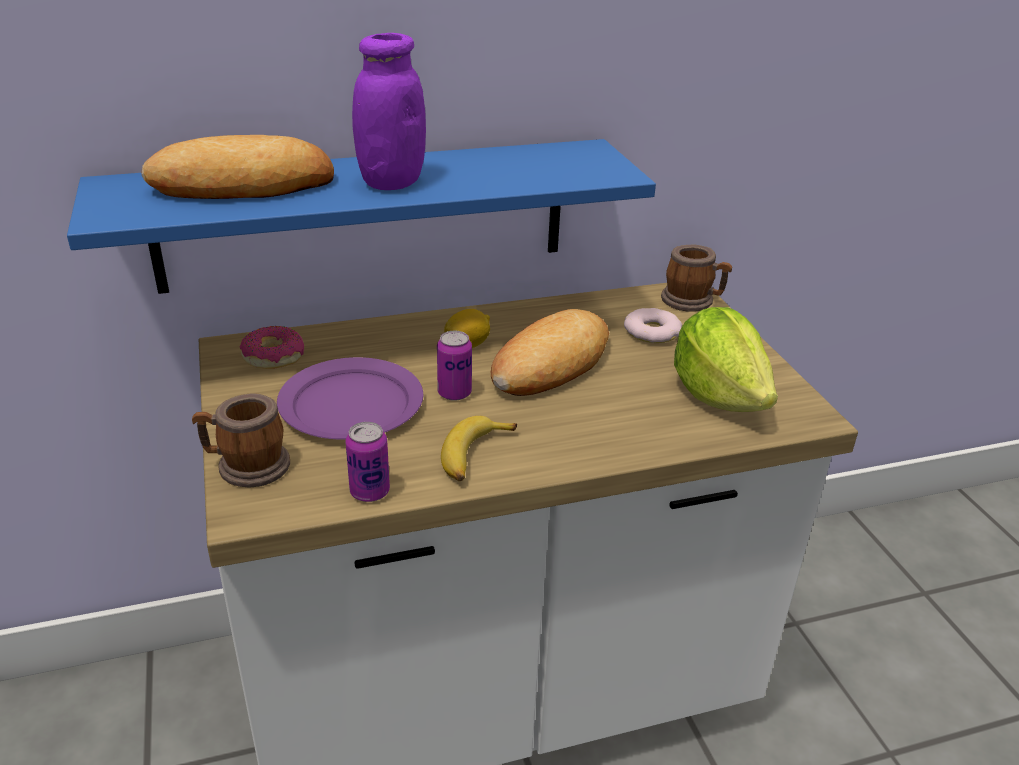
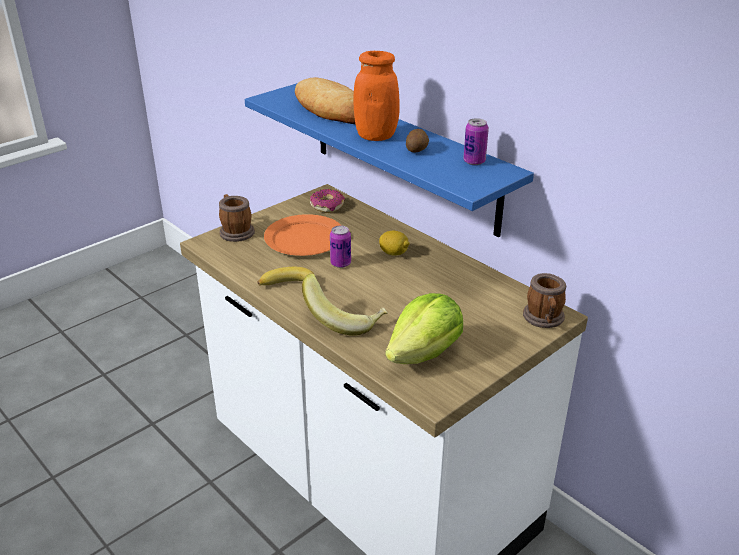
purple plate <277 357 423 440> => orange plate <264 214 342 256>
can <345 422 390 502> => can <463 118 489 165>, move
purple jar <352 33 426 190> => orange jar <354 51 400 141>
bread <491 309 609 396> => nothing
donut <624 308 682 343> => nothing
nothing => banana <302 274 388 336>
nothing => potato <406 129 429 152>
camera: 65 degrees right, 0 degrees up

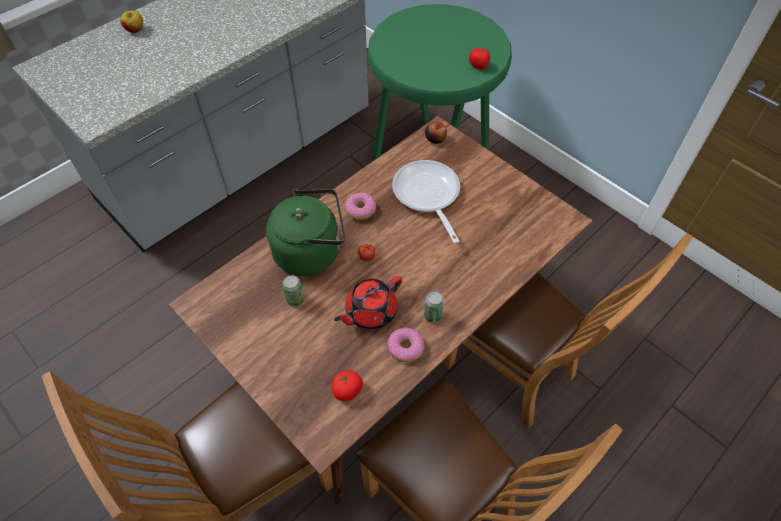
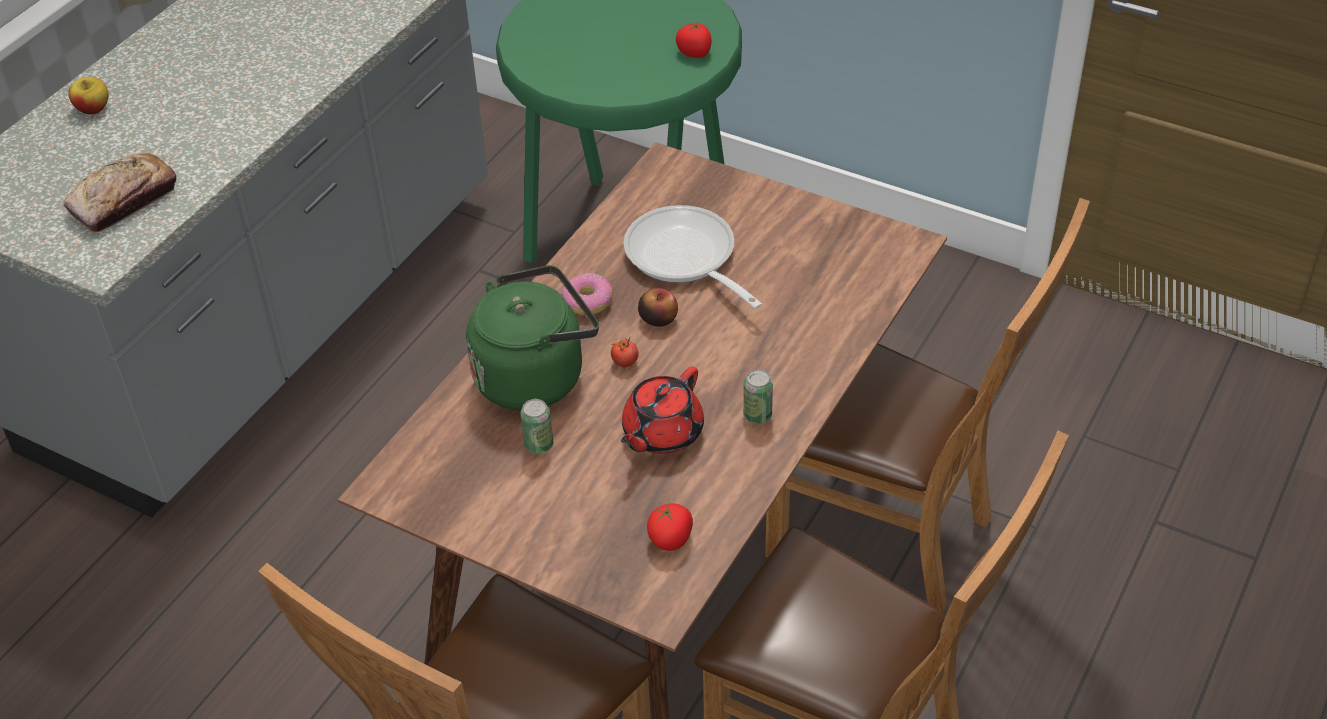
donut <387 327 424 362> => nothing
apple <425 122 447 144> => apple <638 288 678 327>, move
nothing => bread <64 153 176 232>
camera: 15 degrees left, 10 degrees down

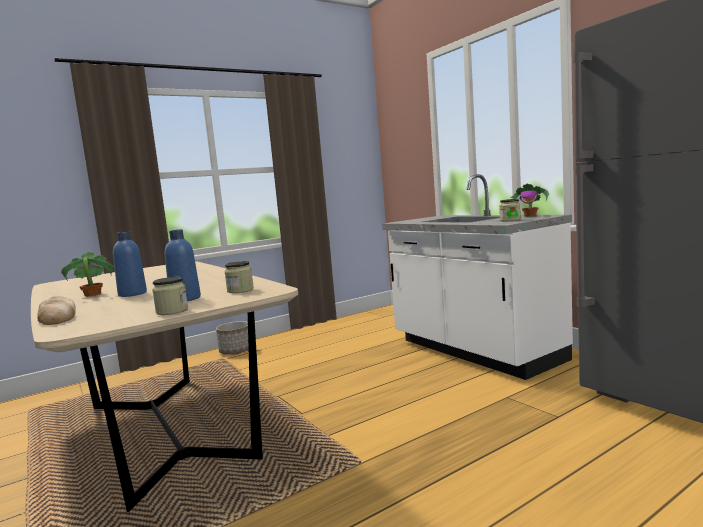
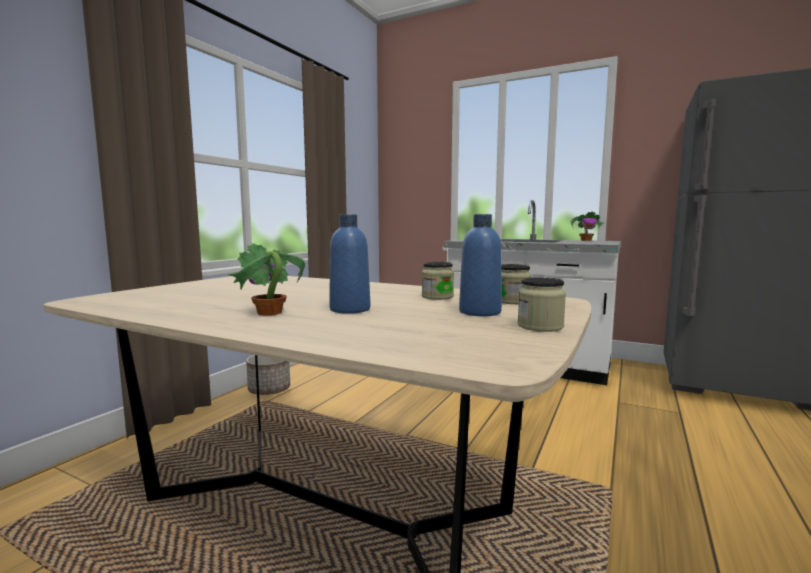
bread <37 296 76 325> => nothing
jar <499 199 521 221> => jar <422 262 454 300>, move
camera: 30 degrees left, 0 degrees up

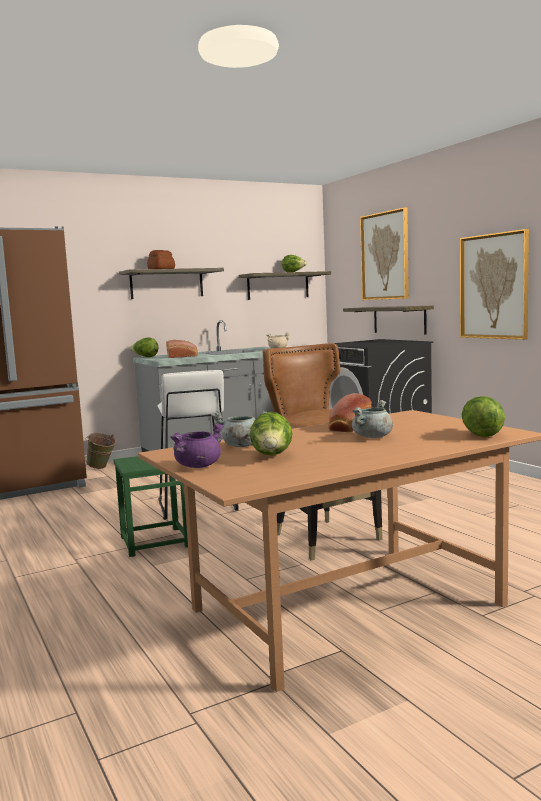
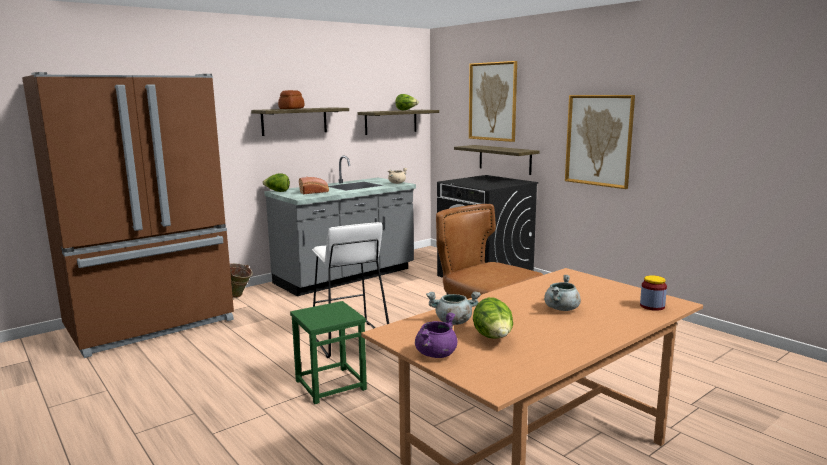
bread <328 393 372 432> => nothing
lettuce <462 396 505 437> => jar <640 275 667 311>
camera: 10 degrees left, 5 degrees up

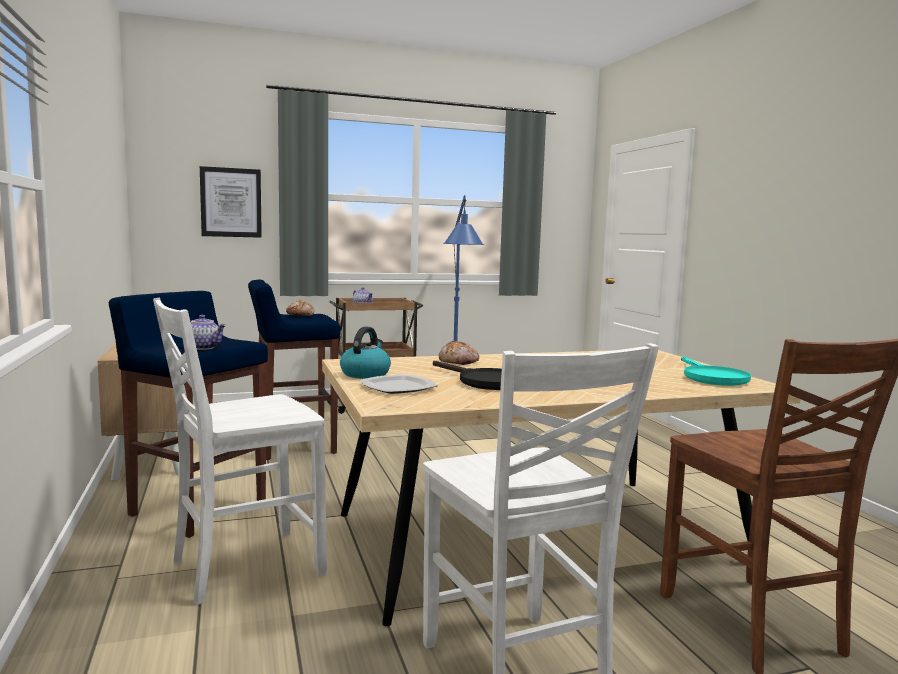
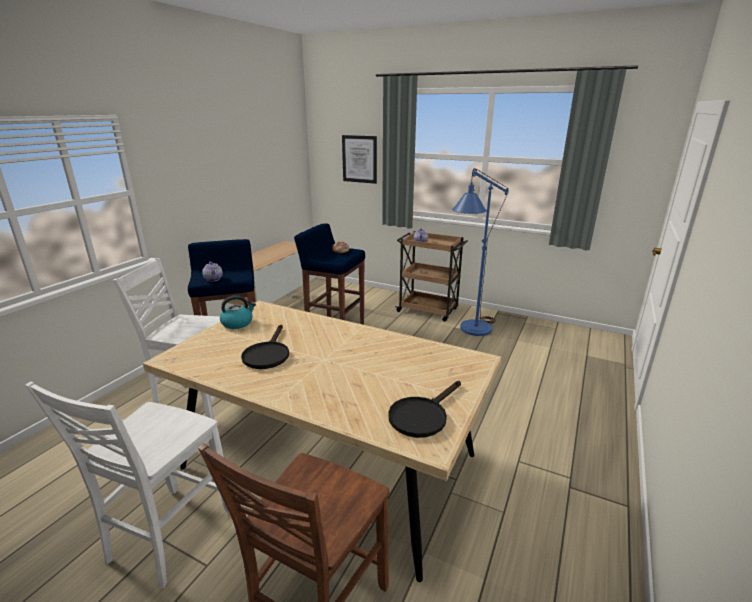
plate <360 374 438 394> => nothing
bread <439 340 479 365> => nothing
turquoise frying pan <681 356 751 386> => black frying pan <388 381 461 438>
camera: 45 degrees right, 15 degrees up

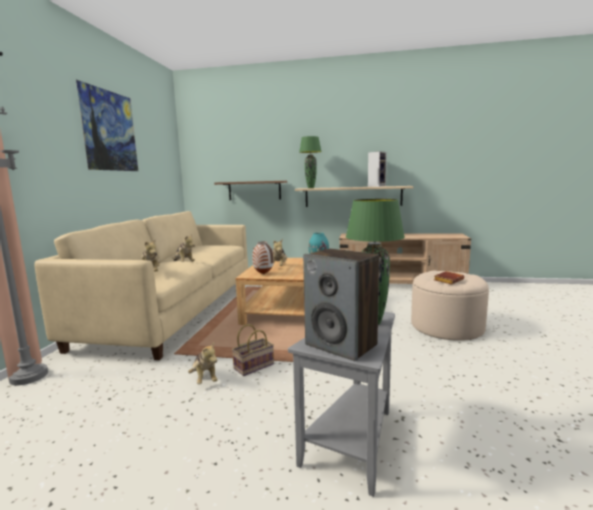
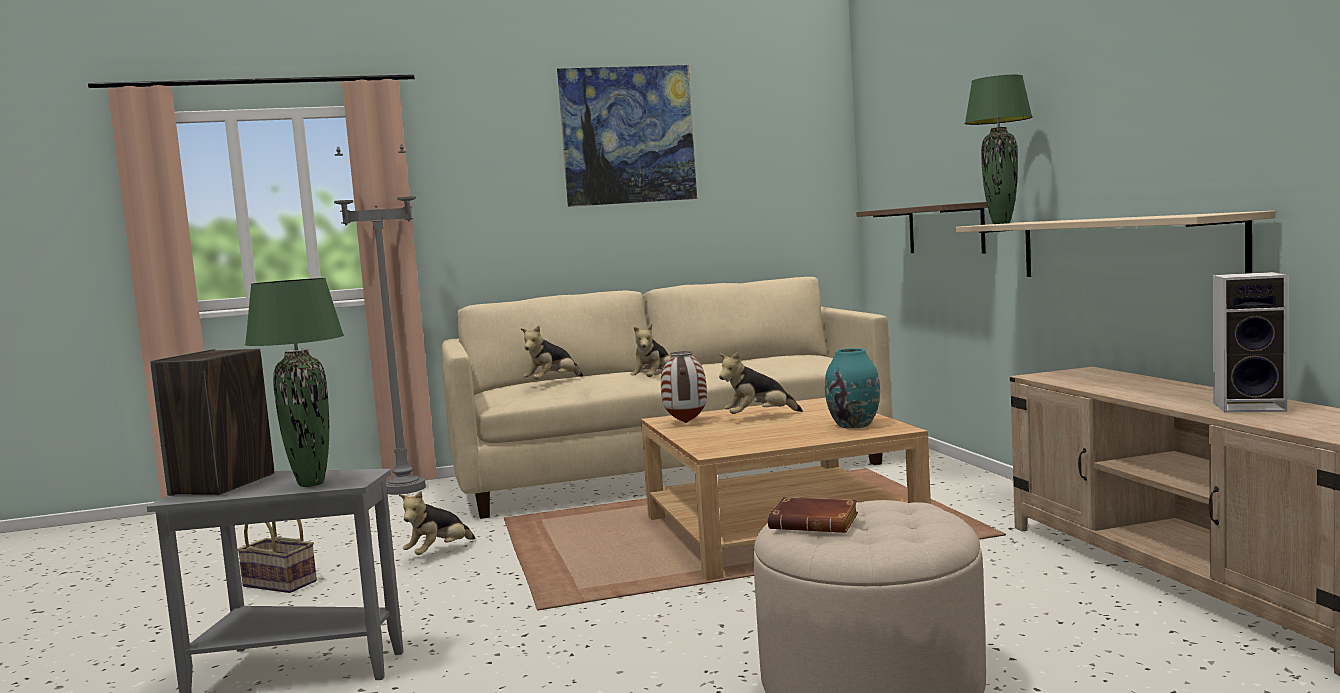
basket <232 324 274 376> => basket <238 519 317 593>, move
speaker <368 151 387 187> => speaker <1212 272 1287 412>, move
camera: 65 degrees right, 5 degrees down

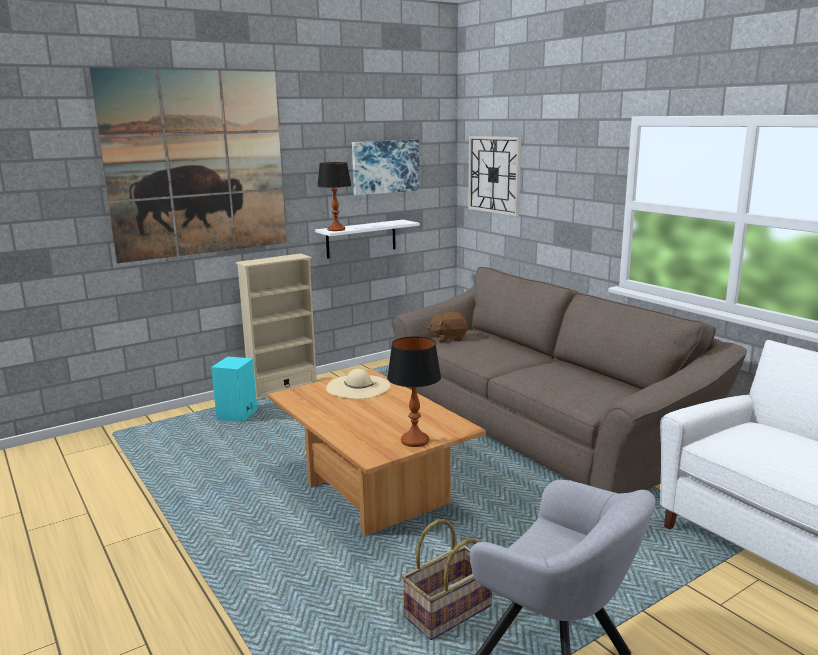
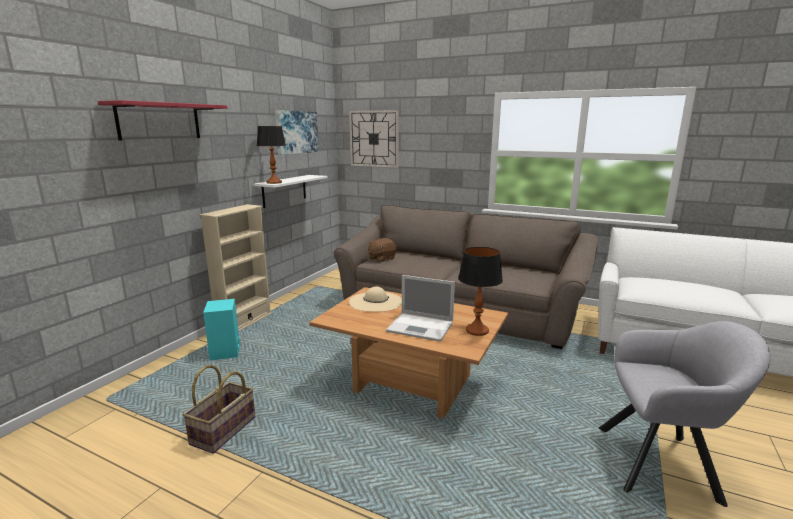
picture <89 67 287 263> => red shelf <98 100 227 141>
basket <402 519 492 640> => basket <183 365 255 454>, move
nothing => laptop <386 275 455 342>
camera: 30 degrees left, 0 degrees up

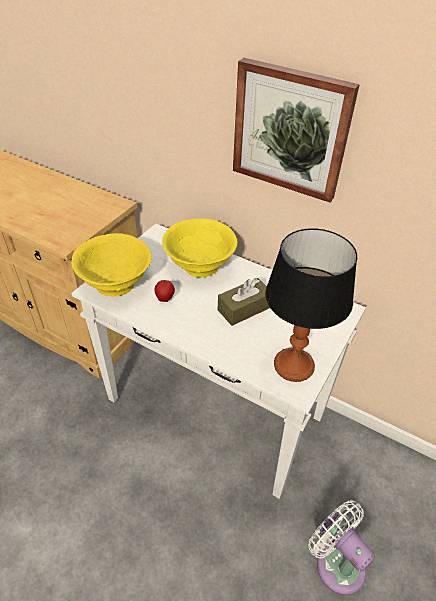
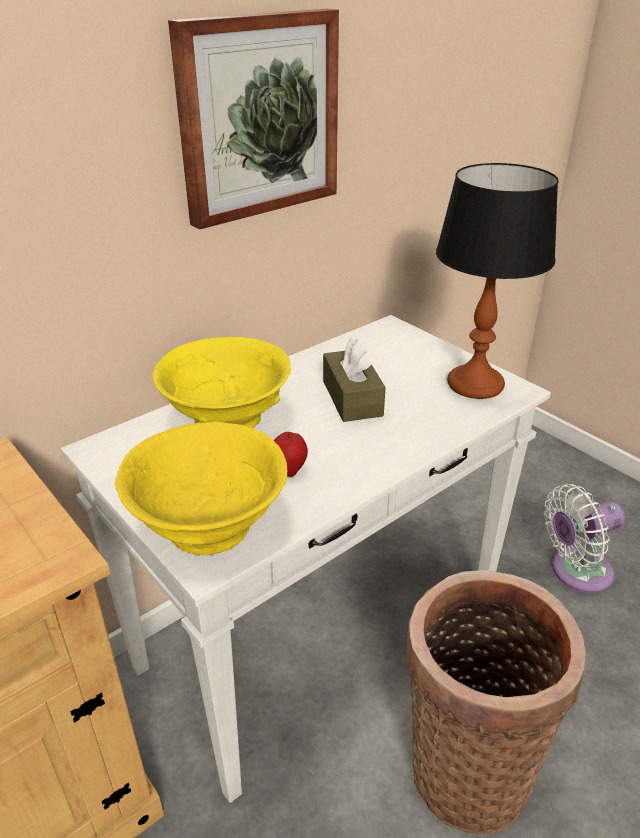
nothing => basket <406 570 586 834>
camera: 70 degrees left, 10 degrees down

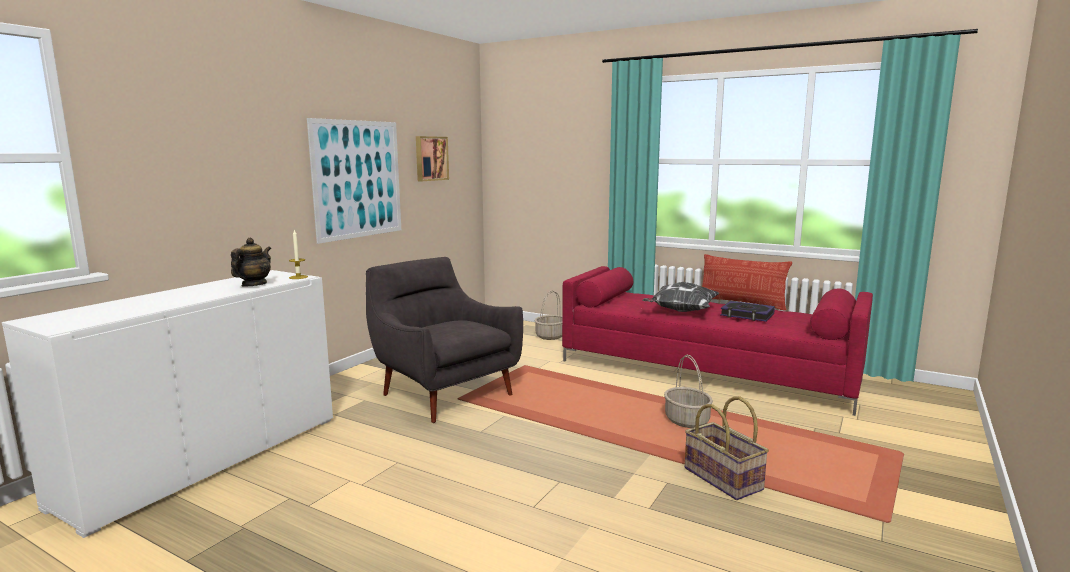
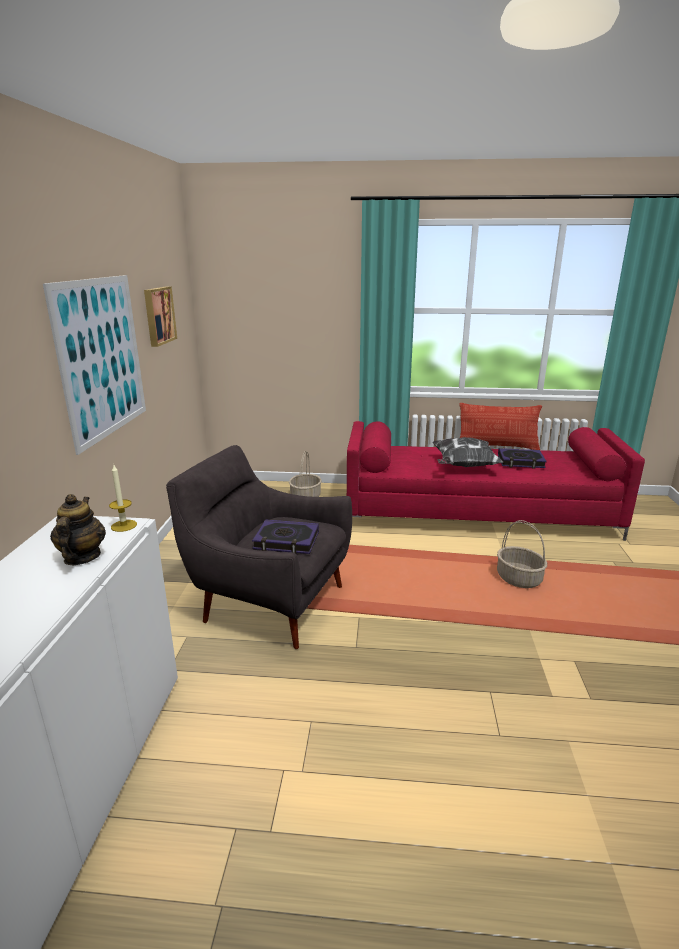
basket <685 396 769 500> => nothing
nothing => book <252 519 319 554>
camera: 25 degrees left, 10 degrees up

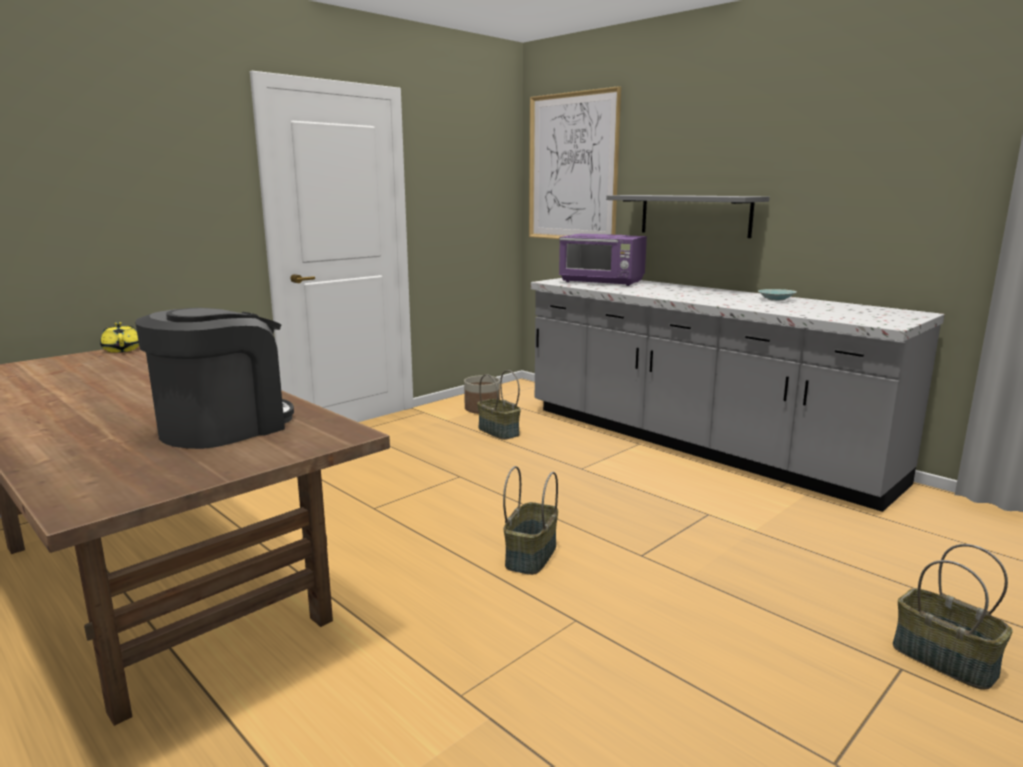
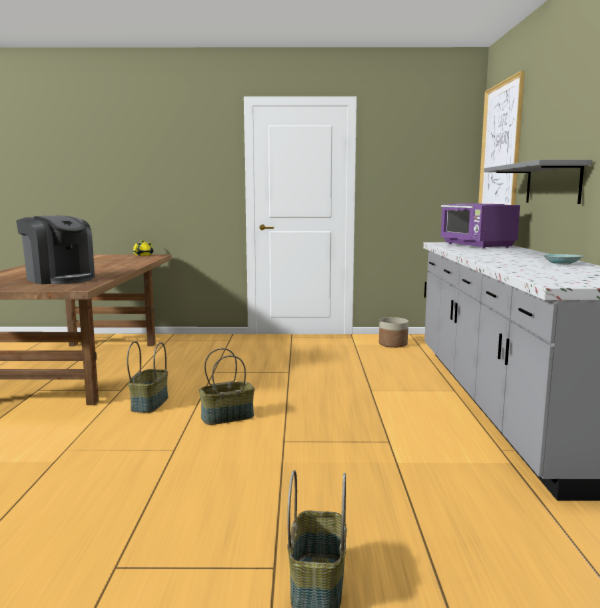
coffee machine <135 308 294 449> => coffee machine <16 216 95 284>, 45 degrees clockwise
basket <477 370 521 440> => basket <127 341 168 413>, move
camera: 45 degrees right, 5 degrees down

